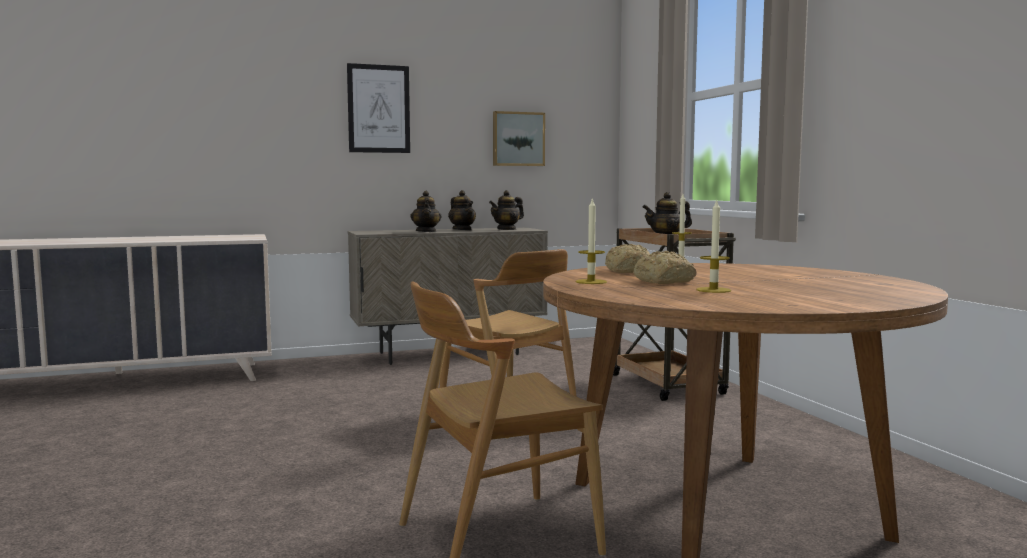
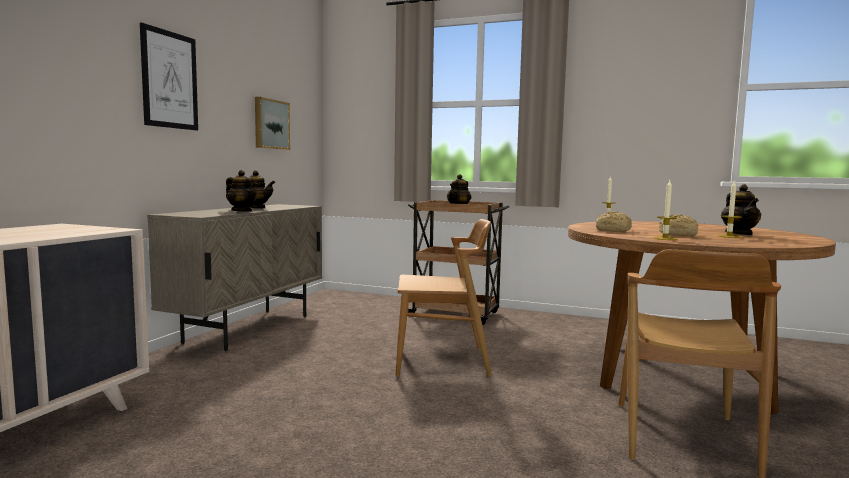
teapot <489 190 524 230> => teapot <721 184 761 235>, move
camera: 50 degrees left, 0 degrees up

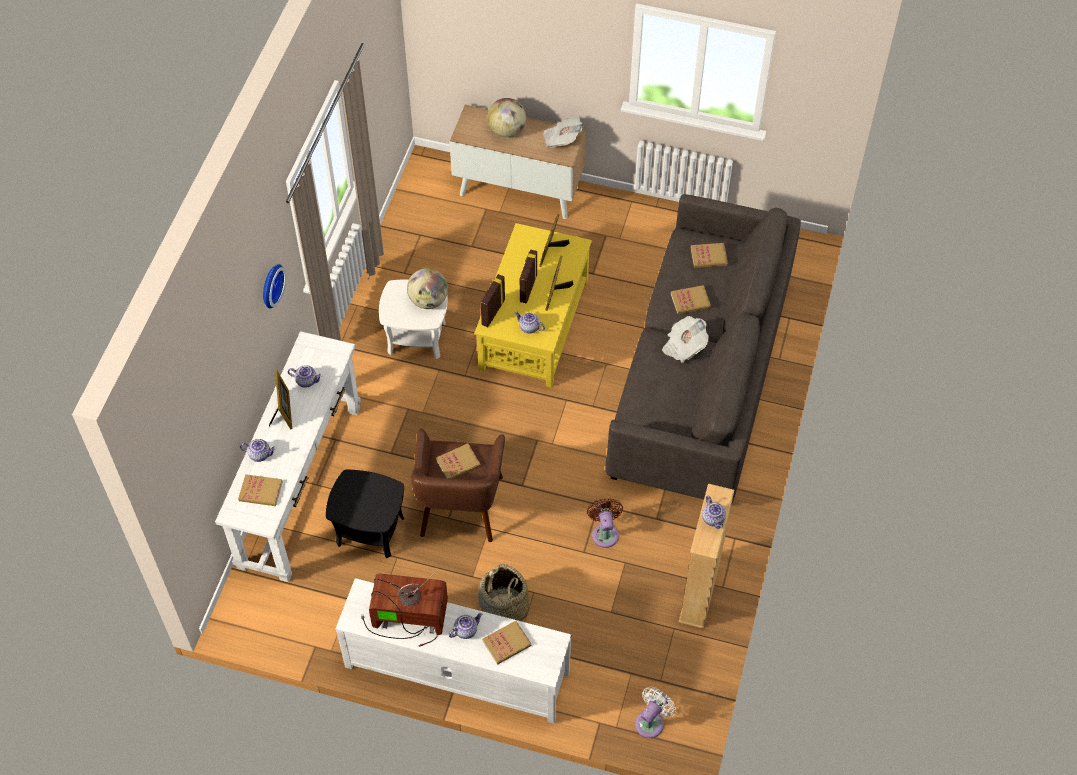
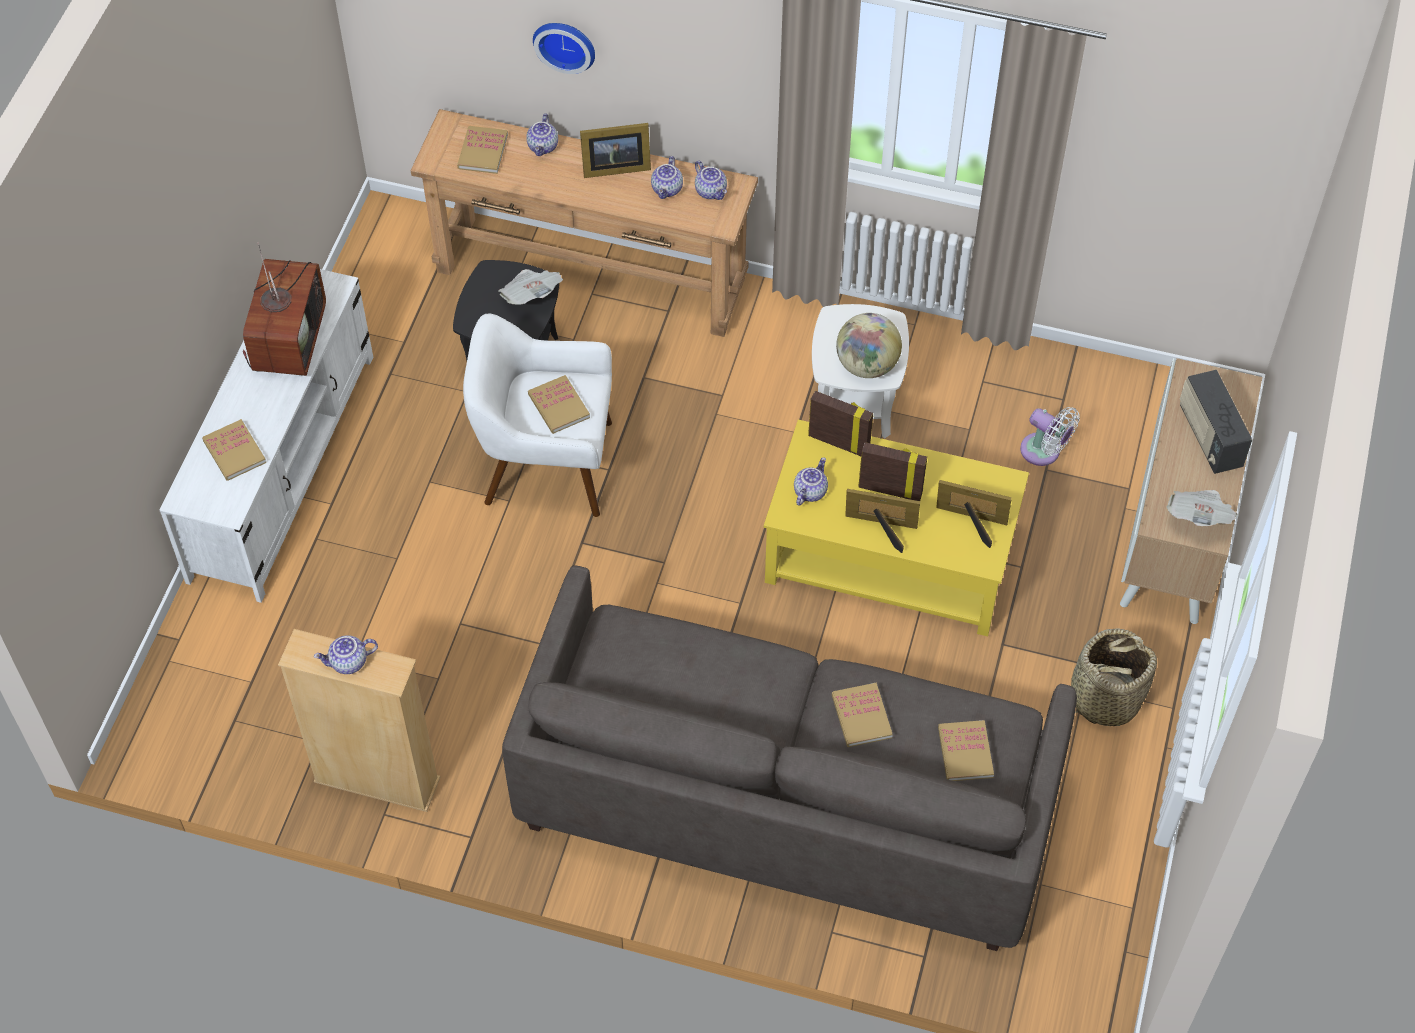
white console table <215 331 361 582> => brown console table <410 109 758 337>
wall clock <263 264 286 309> => wall clock <533 23 595 74>, move
brown armchair <411 428 505 542> => white armchair <463 313 612 517>
teapot <448 613 482 639> => teapot <695 161 727 200>, move
basket <478 564 529 621> => basket <1069 628 1157 726>, move
globe <487 98 526 137> => radio <1180 370 1252 474>
brown fan <587 498 623 548> => nothing
white fan <635 686 676 738> => white fan <1020 407 1080 466>, move
newspaper <662 316 709 363> => newspaper <498 269 563 305>, move
camera: 90 degrees right, 0 degrees up

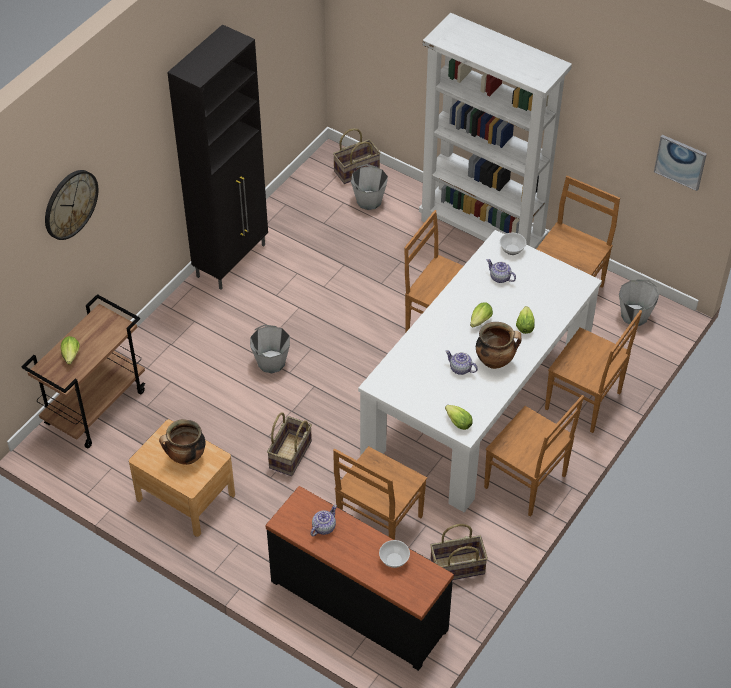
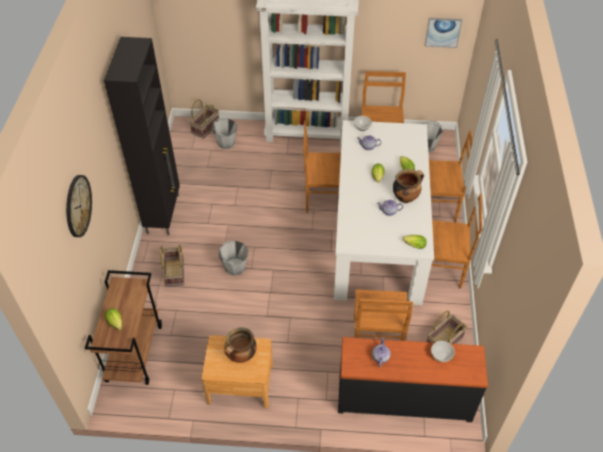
basket <267 412 312 476> => basket <160 244 184 287>, move
camera: 30 degrees left, 0 degrees up

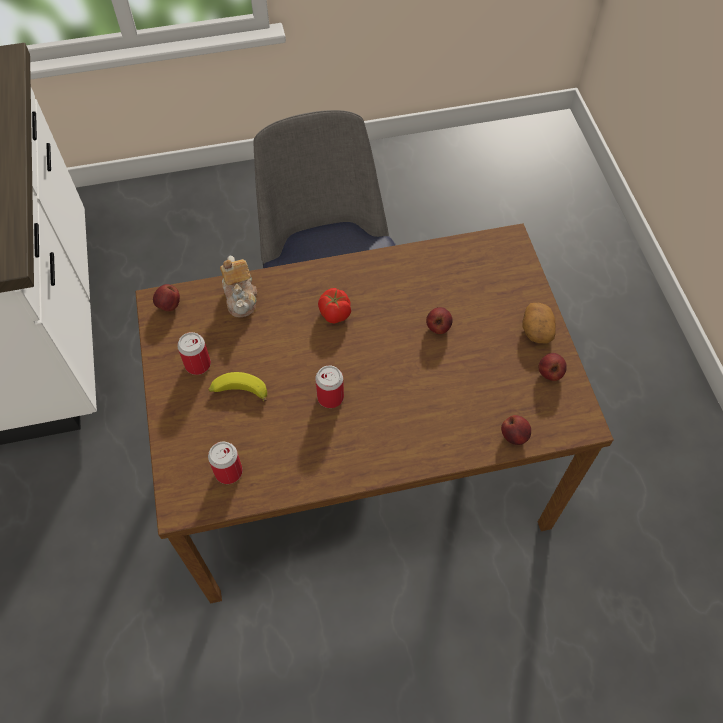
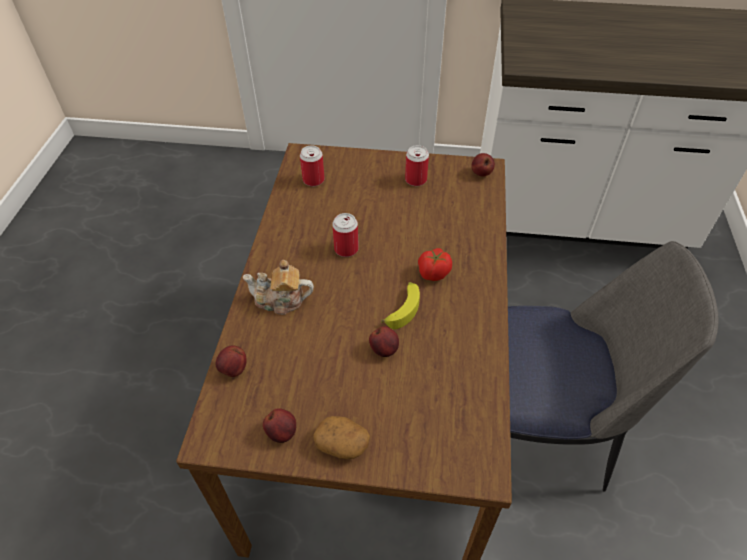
banana <209 372 267 402> => banana <381 282 420 329>, move
teapot <220 256 257 317> => teapot <243 260 314 315>, move
camera: 110 degrees right, 10 degrees down

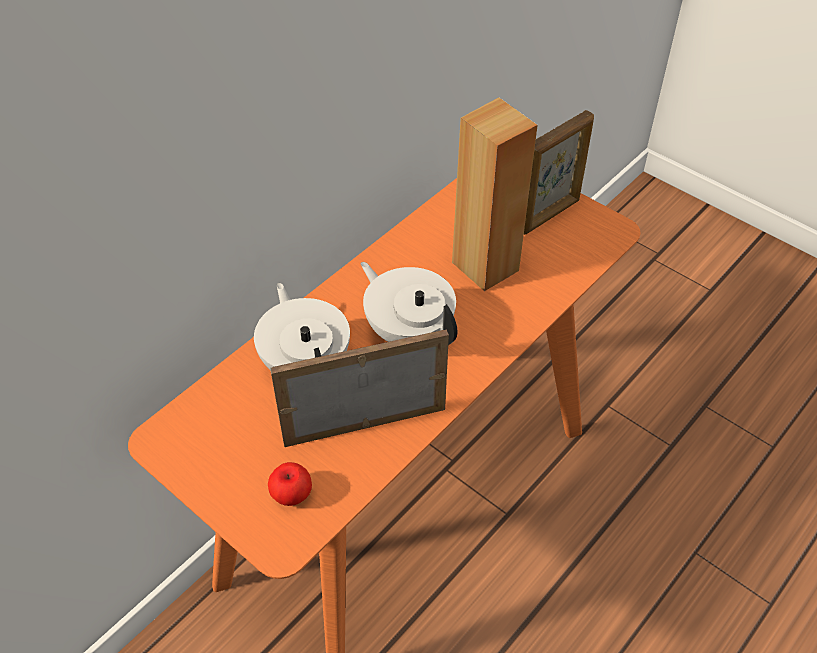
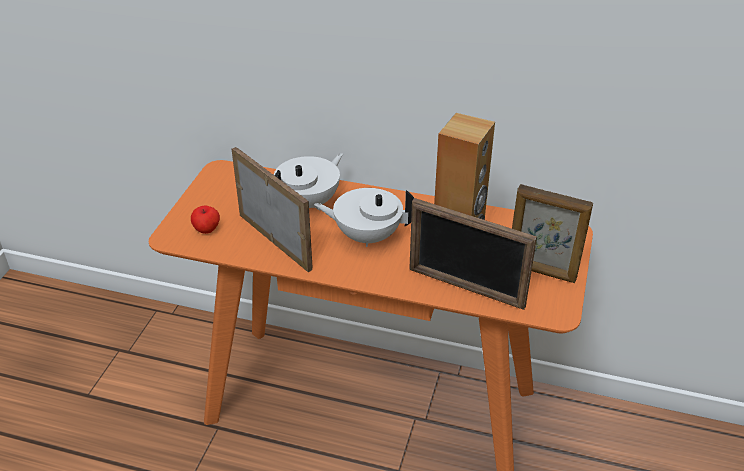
white teapot <361 262 457 345> => white teapot <314 188 414 247>, 105 degrees counterclockwise
nothing => picture frame <409 198 537 310>
camera: 65 degrees right, 10 degrees down

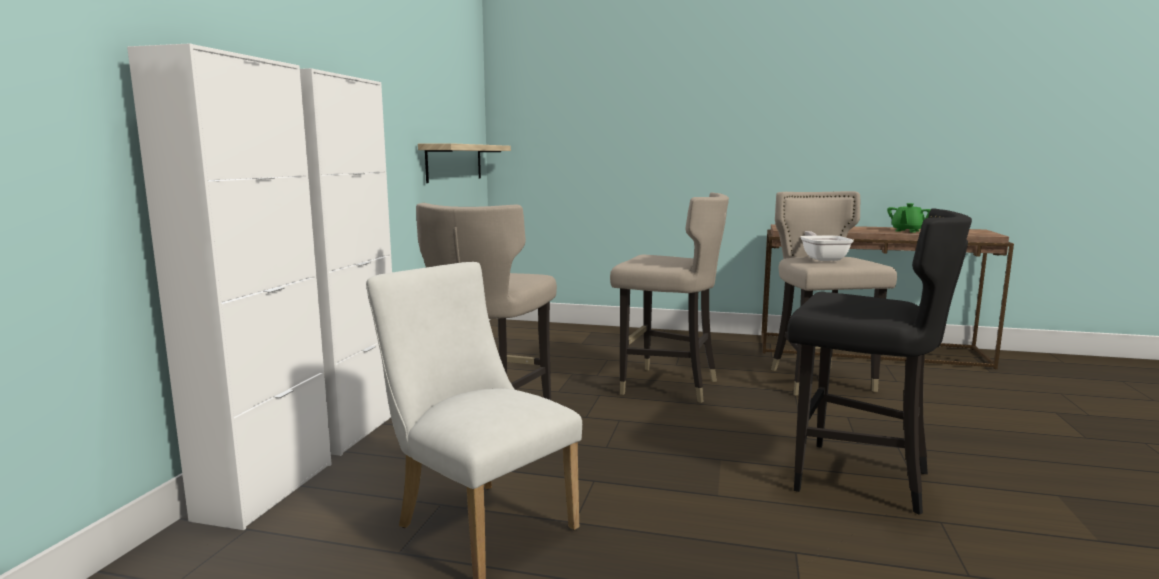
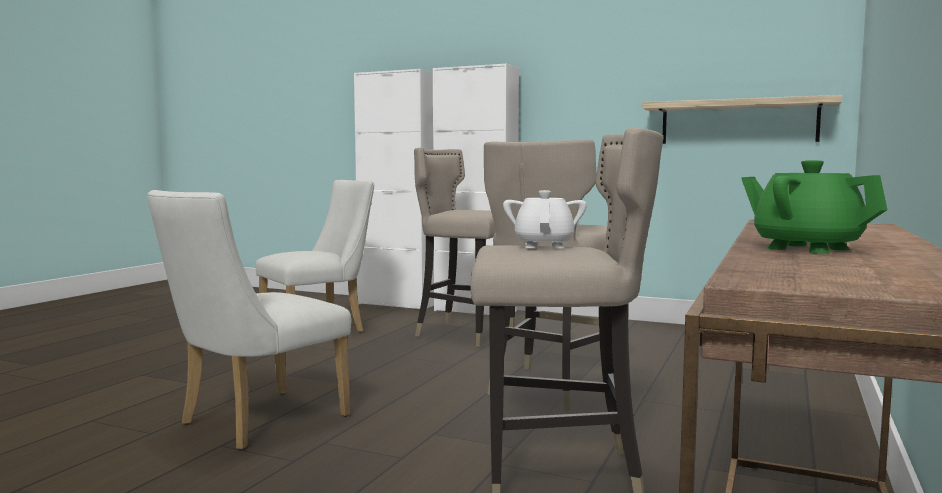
black stool <787 209 972 515> => white chair <147 190 351 450>
frying pan <801 231 854 261> => white teapot <503 190 587 248>
camera: 100 degrees right, 5 degrees down

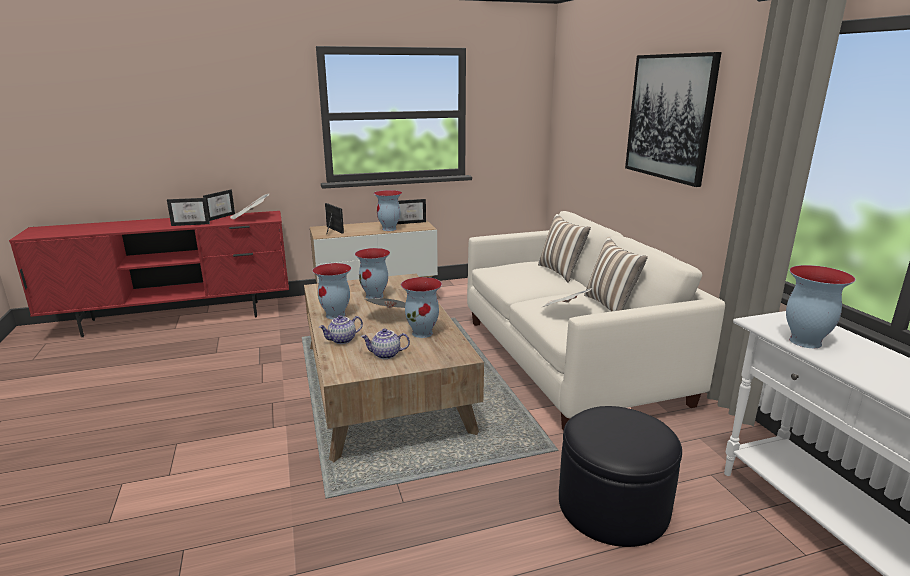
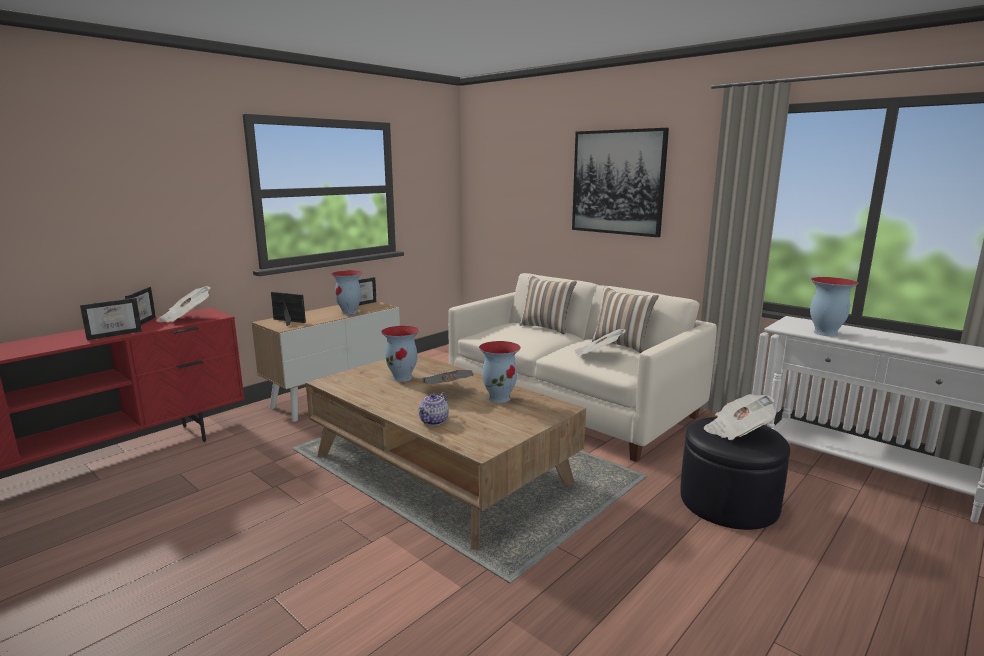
vase <312 263 351 319> => nothing
teapot <361 328 410 359> => nothing
nothing => newspaper <704 394 776 440>
camera: 30 degrees left, 5 degrees down

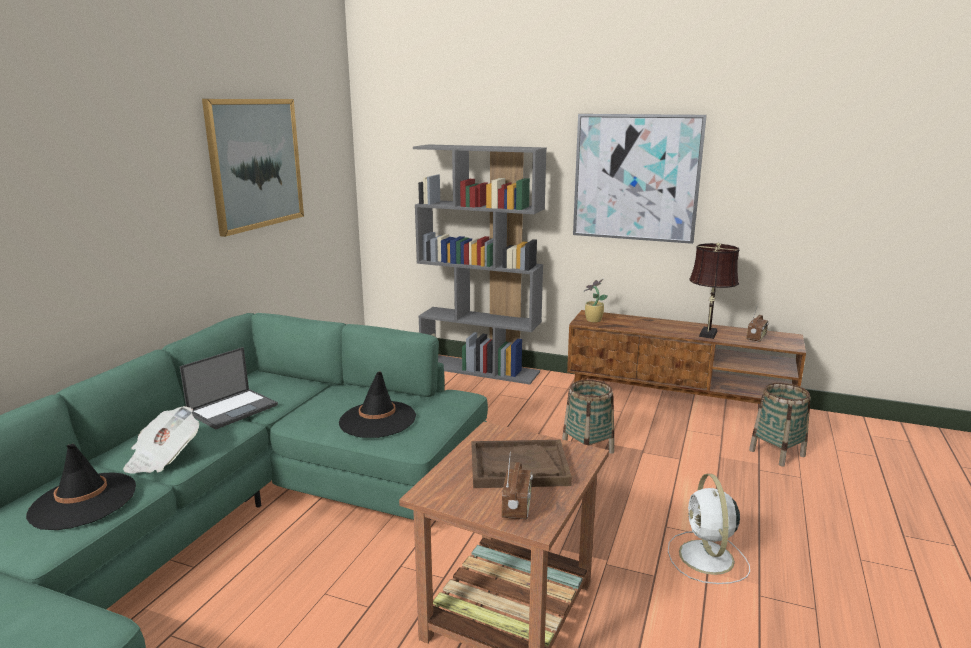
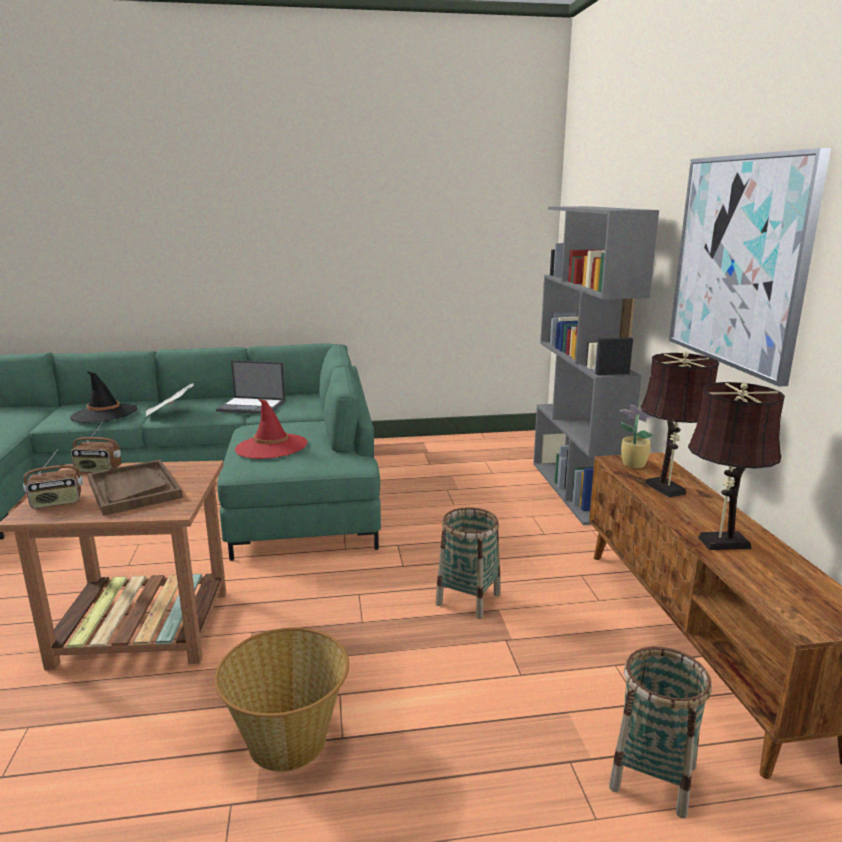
picture <202 99 304 237> => nothing
black hat <339 372 416 438> => red hat <235 399 307 459>
white fan <668 474 750 584> => basket <214 628 349 772>
radio <747 307 769 342> => radio <71 423 122 473>, move
nothing => brown table lamp <641 352 719 497>
camera: 60 degrees right, 0 degrees up

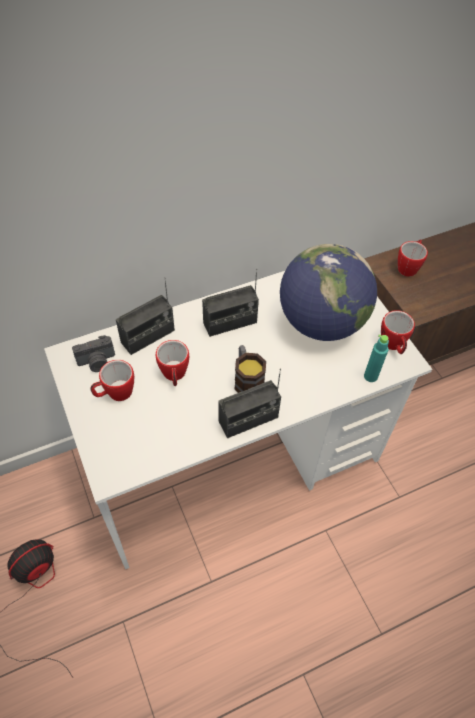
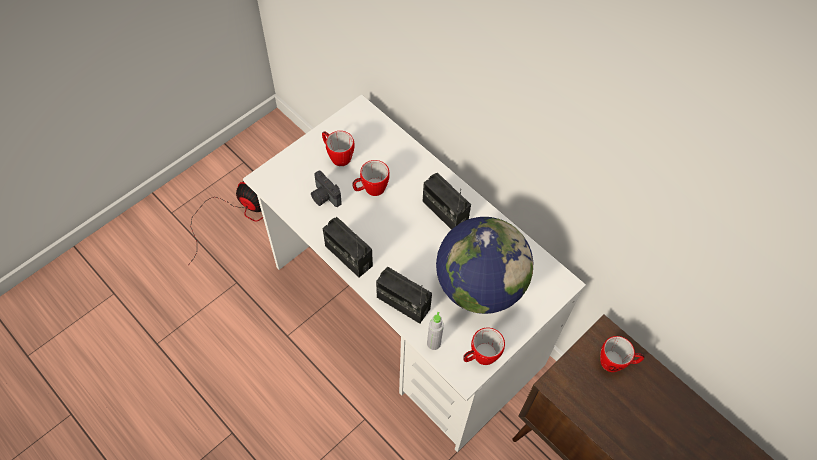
photo camera <72 335 115 372> => photo camera <311 171 342 207>, move
radio <116 277 175 355> => radio <376 267 432 324>, move
mug <235 345 266 393> => nothing
turquoise bottle <364 335 389 382> => grey bottle <427 312 444 350>
camera: 70 degrees right, 5 degrees up

